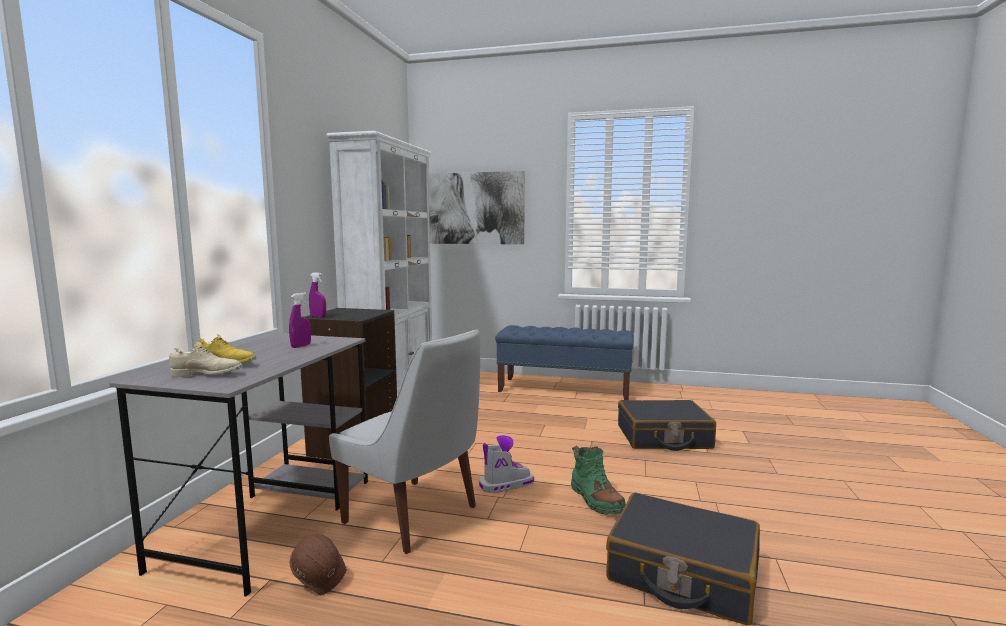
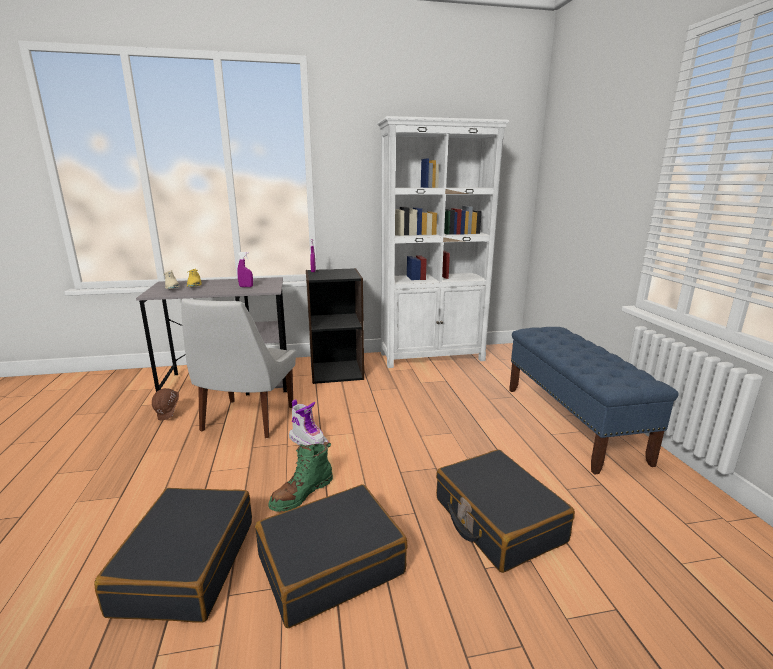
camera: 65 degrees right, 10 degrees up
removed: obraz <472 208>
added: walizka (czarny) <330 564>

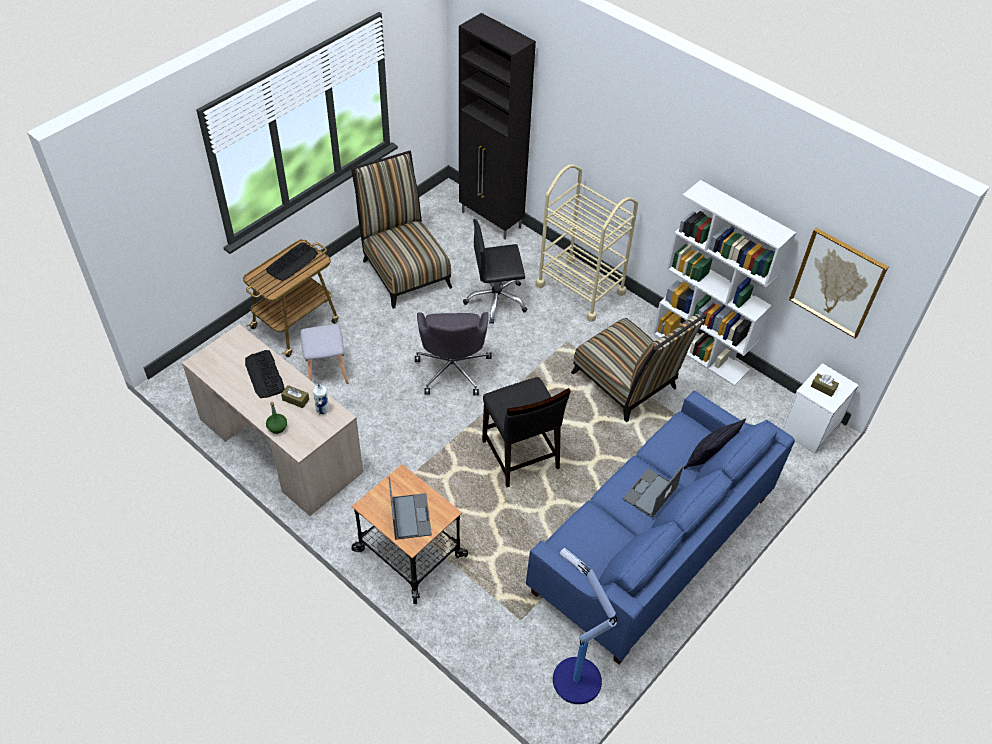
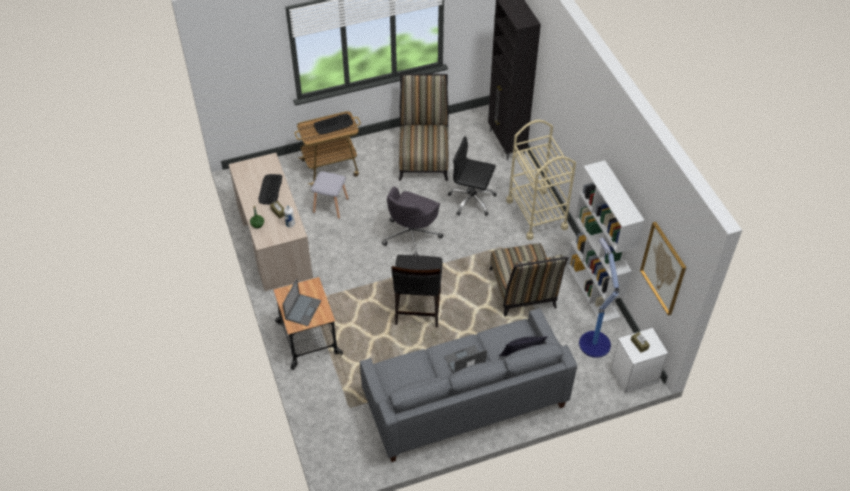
camera: 30 degrees right, 0 degrees up
moved: lampa stojąca <575 679> to <594 343>
recoloured: kanapa (niebieski) <651 545> to kanapa (szary) <464 401>

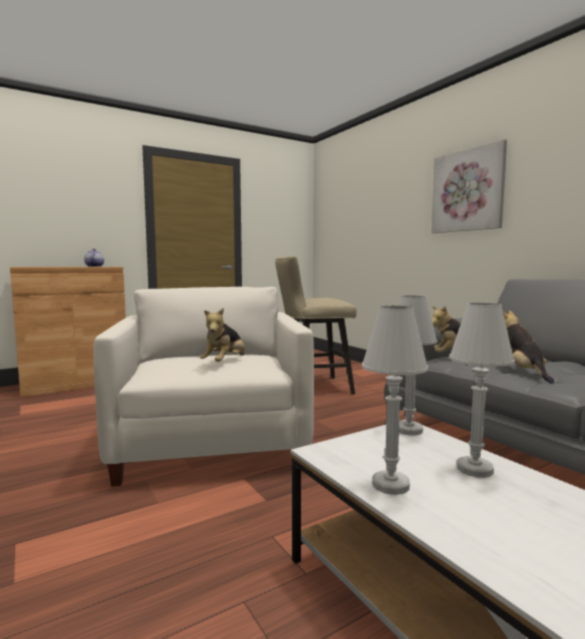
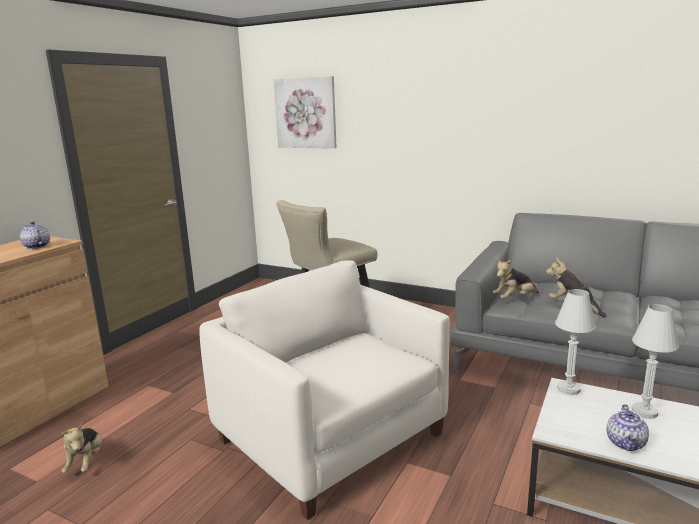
camera: 30 degrees left, 10 degrees up
moved: pluszak <225 363> to <86 462>; obraz <467 190> to <306 113>
replaced: lampa stołowa (biały) <391 485> to imbryk <626 443>

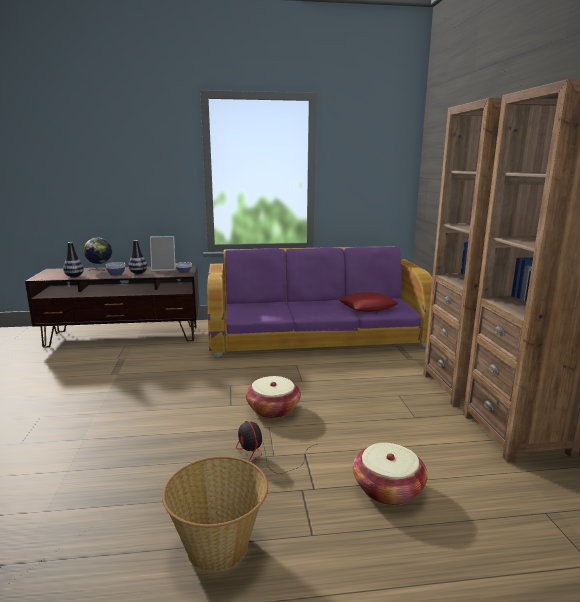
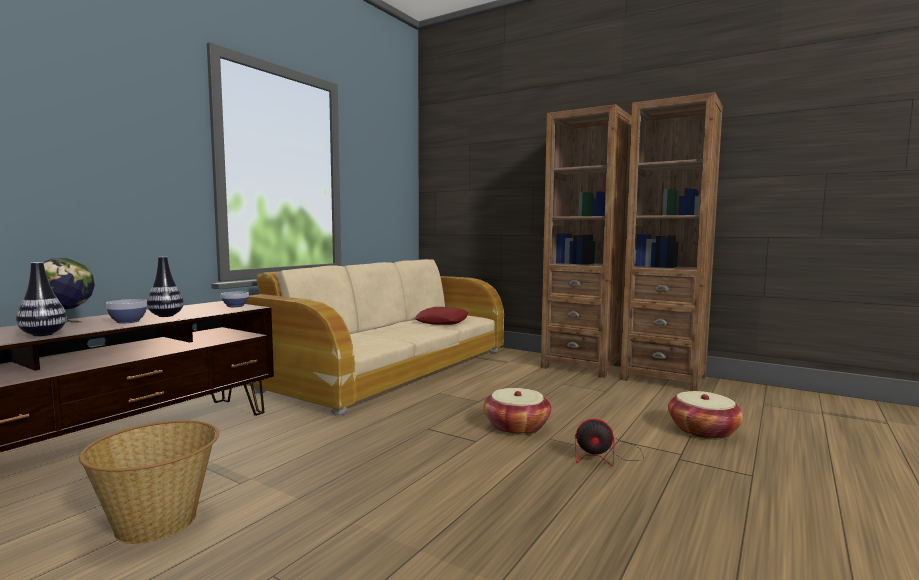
camera: 50 degrees left, 10 degrees down
removed: ramka na zdjęcie <164 269>
moved: koszyk <218 547> to <158 522>
recoloured: kanapa (fioletowy) <317 335> to kanapa (beżowy) <392 368>

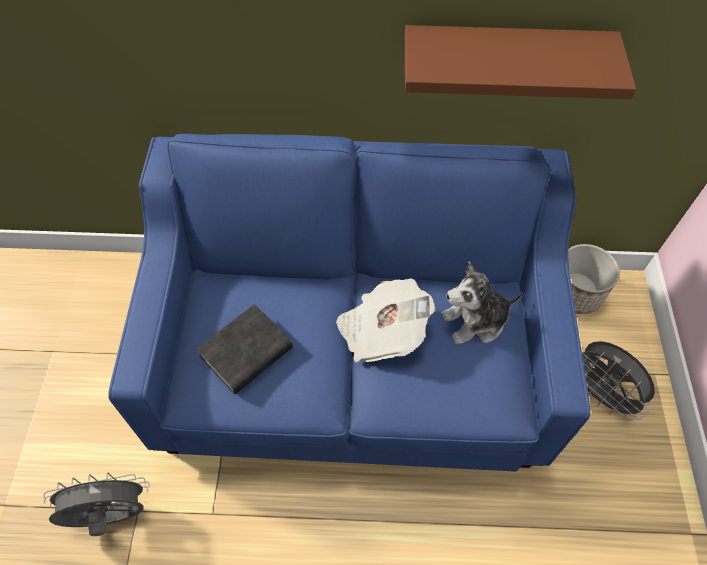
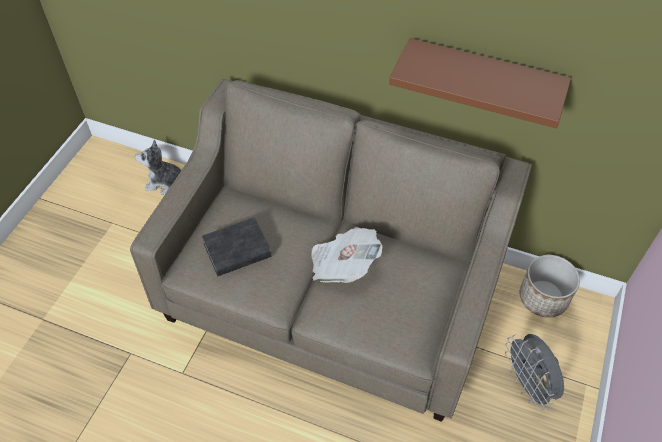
camera: 20 degrees right, 5 degrees down
removed: wentylator (szary) <112 516>
moved: pluszak <475 321> to <165 182>
recoloured: kanapa (niebieski) <353 360> to kanapa (beżowy) <332 295>

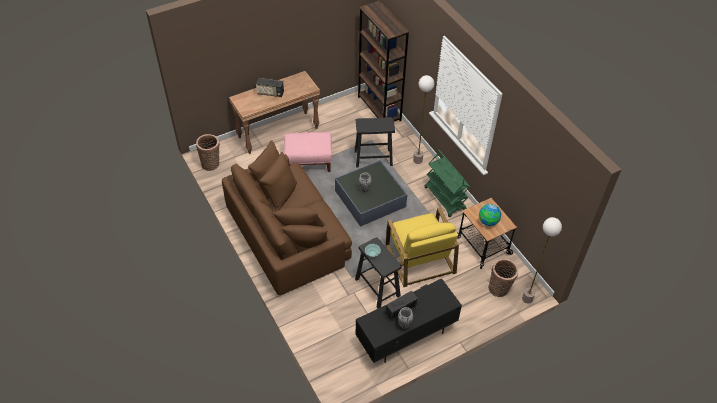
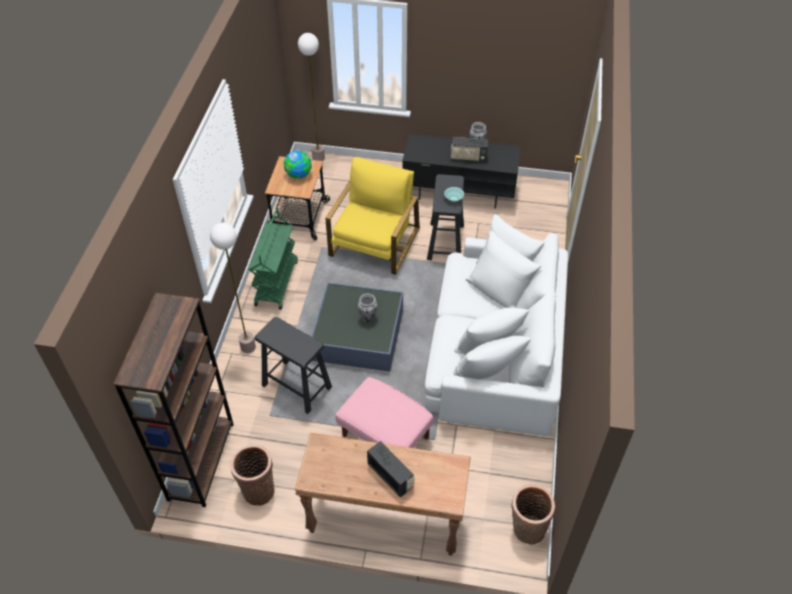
camera: 140 degrees left, 0 degrees up
moved: koszyk <499 289> to <258 489>
recoloured: kanapa (brązowy) <287 234> to kanapa (biały) <495 352>

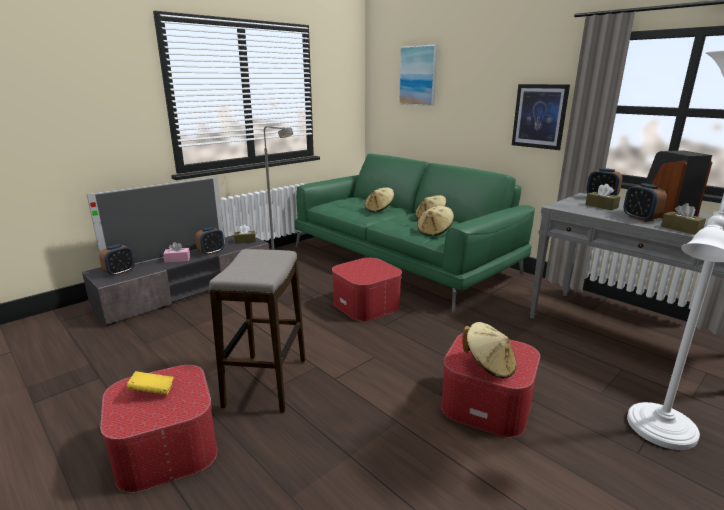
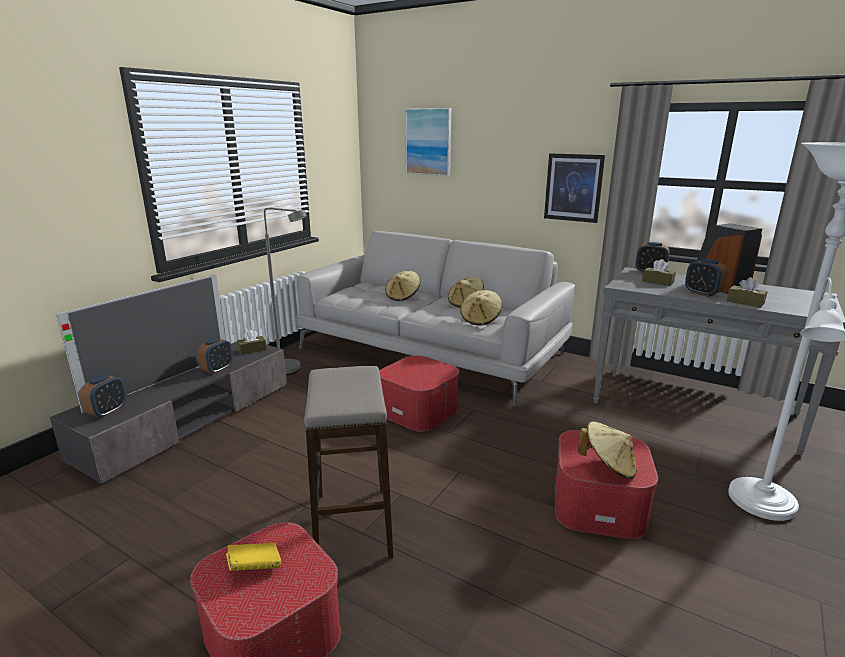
camera: 15 degrees left, 0 degrees up
removed: pudełko chusteczek (różowy) <177 259>
recoloured: kanapa (zielony) <402 260> to kanapa (szary) <432 351>

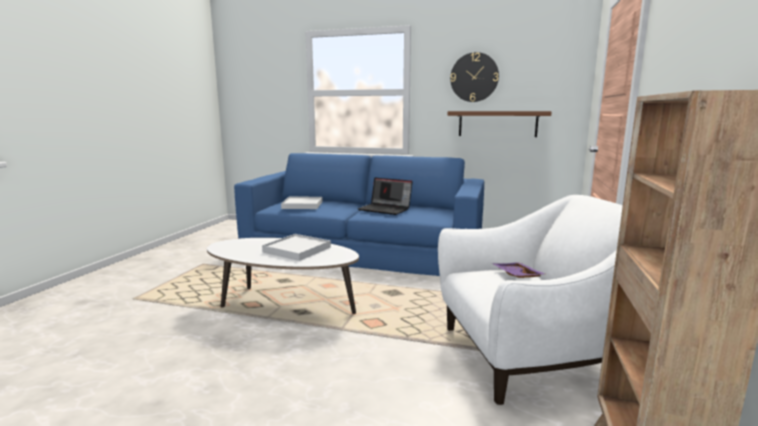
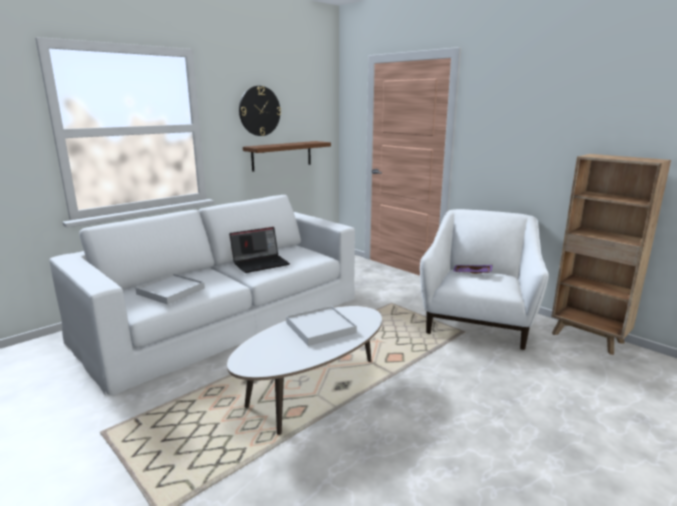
camera: 60 degrees left, 5 degrees up
recoloured: kanapa (niebieski) <364 249> to kanapa (biały) <224 317>

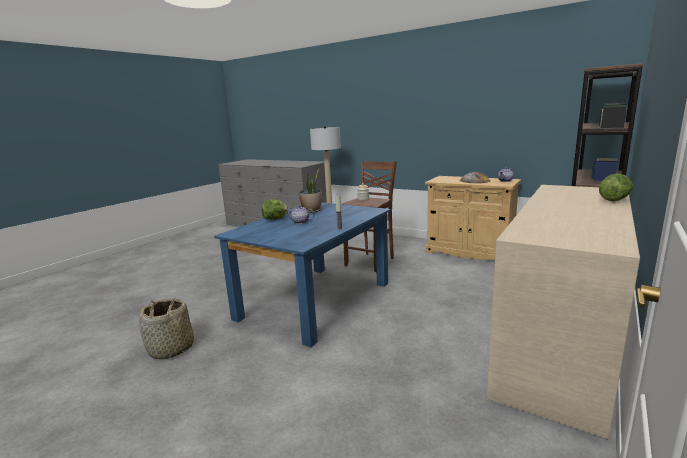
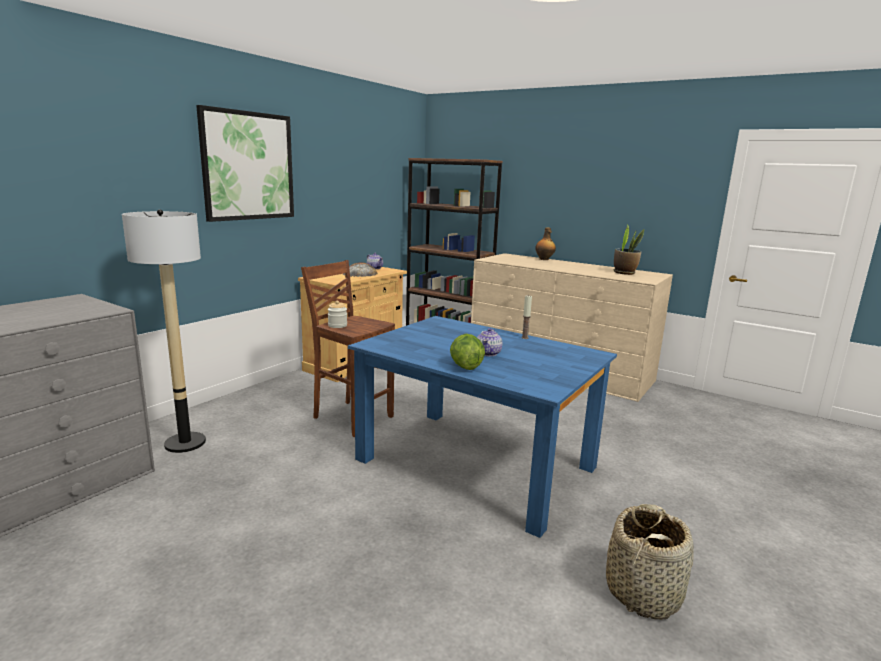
camera: 90 degrees left, 0 degrees up
added: obraz <248 166>
moved: roślina doniczkowa <311 211> to <624 273>
replaced: sałata <613 200> to butelka <544 259>

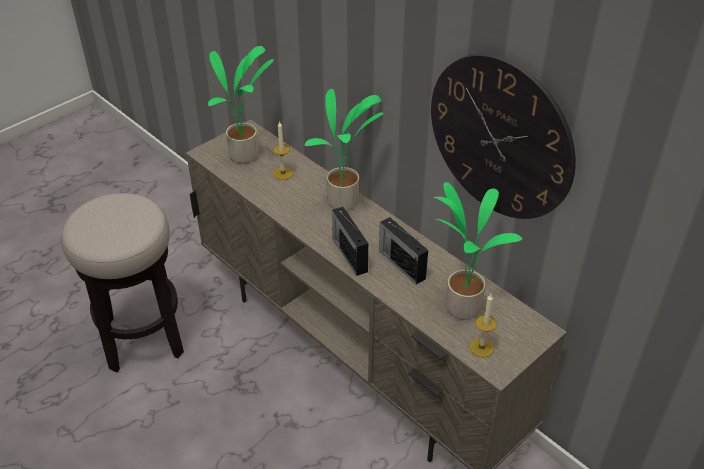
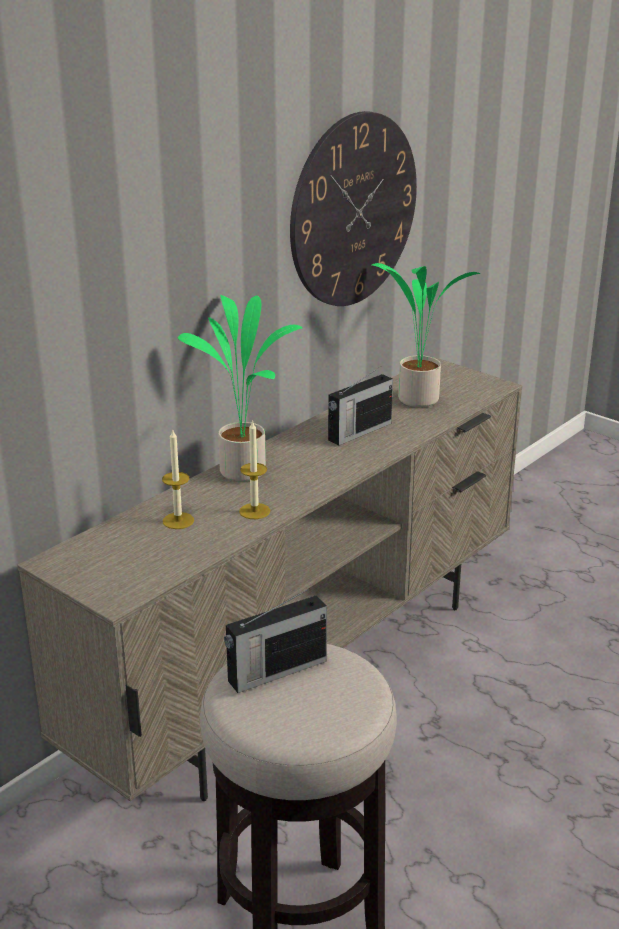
camera: 95 degrees left, 15 degrees down
removed: roślina doniczkowa <246 155>
moved: radio <349 254> to <275 671>; świeca <481 347> to <254 511>

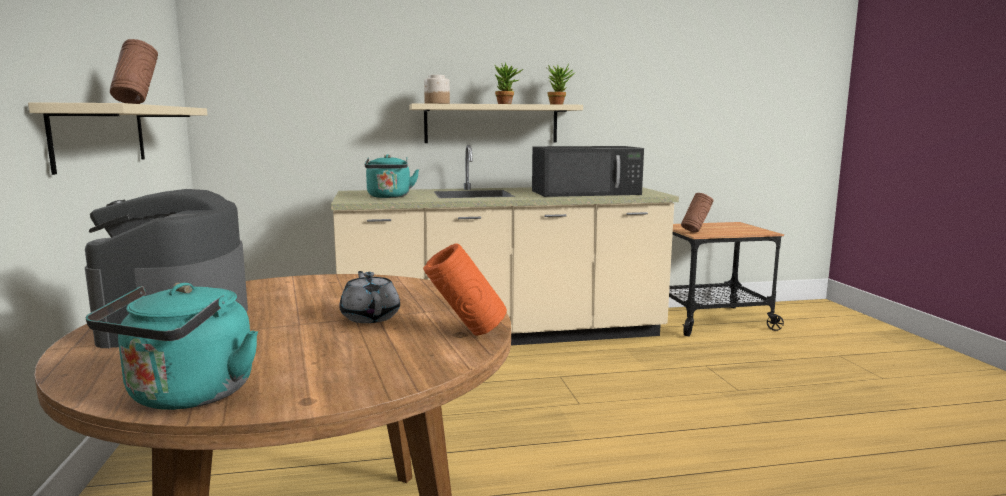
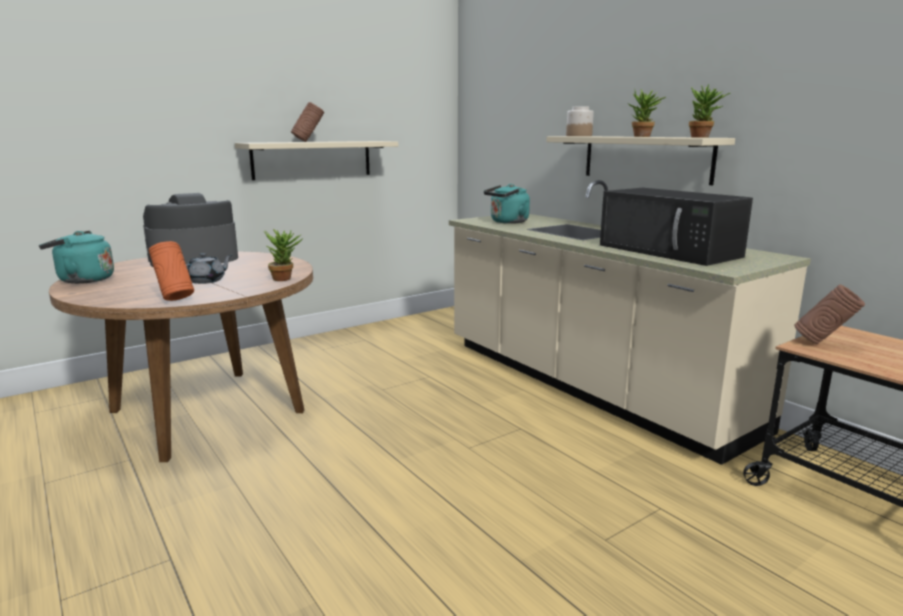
camera: 65 degrees right, 5 degrees up
added: roślina doniczkowa <285 278>

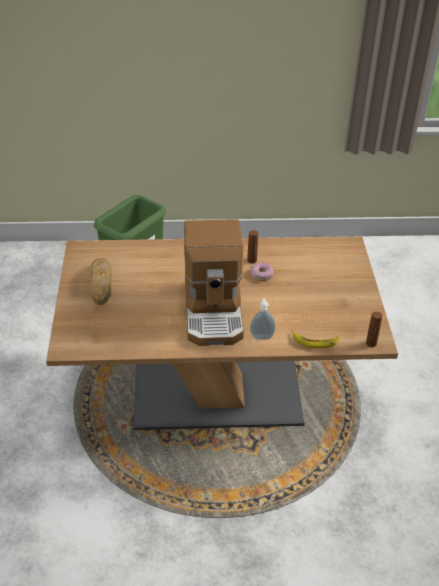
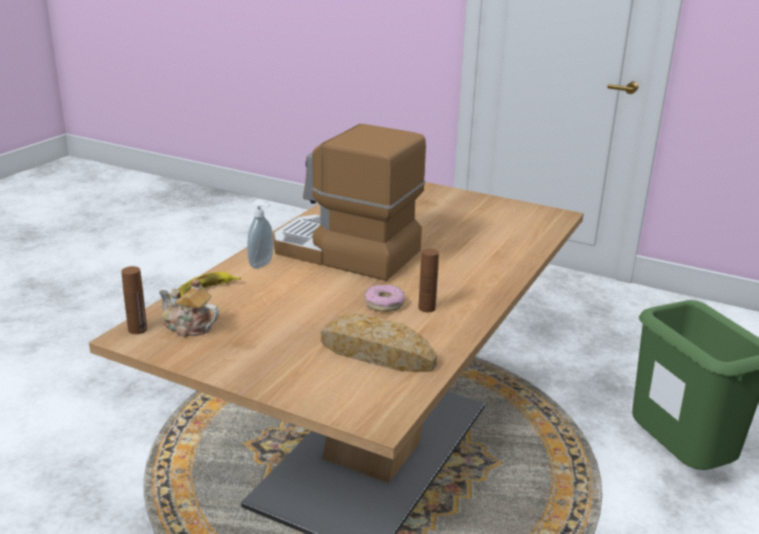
camera: 120 degrees right, 15 degrees down
added: imbryk <188 327>
moved: chleb <101 283> to <376 353>

